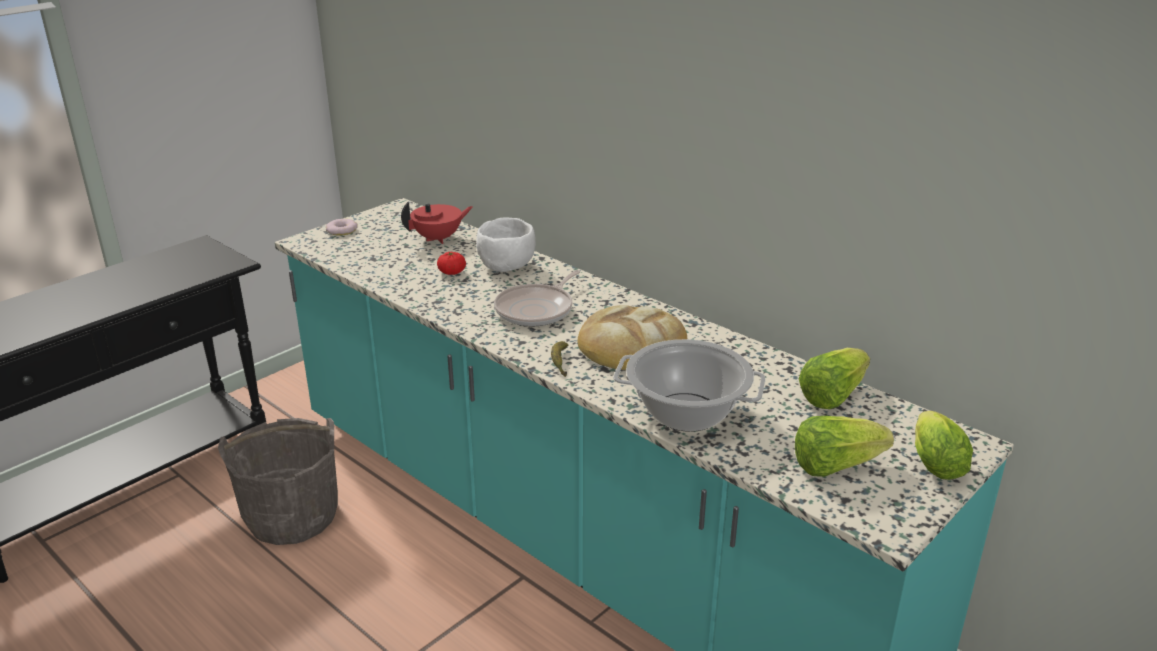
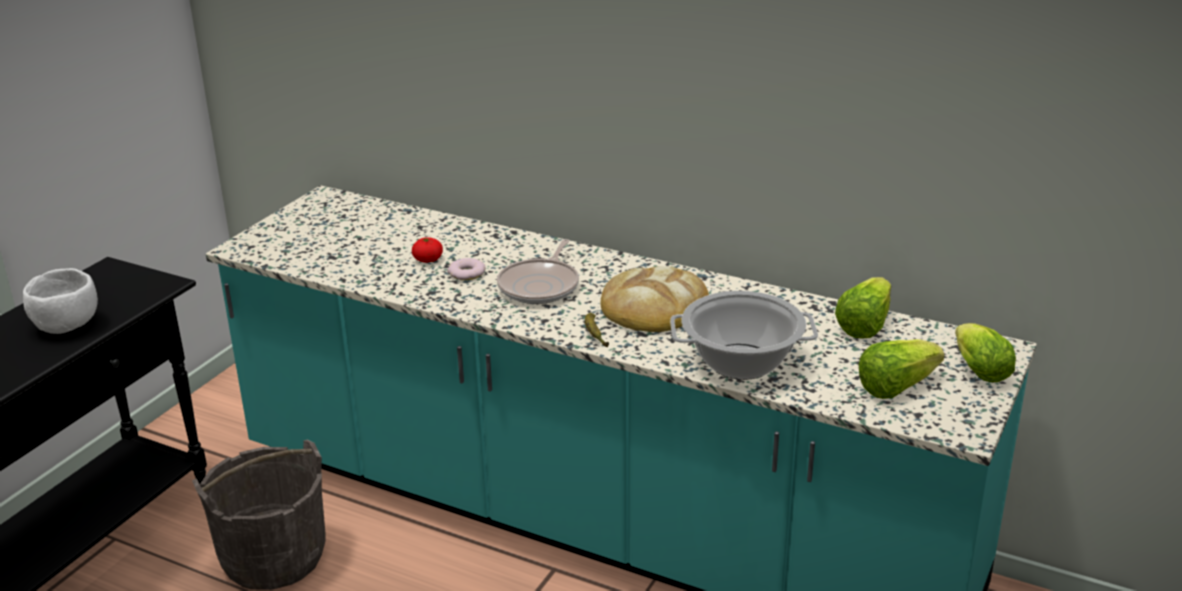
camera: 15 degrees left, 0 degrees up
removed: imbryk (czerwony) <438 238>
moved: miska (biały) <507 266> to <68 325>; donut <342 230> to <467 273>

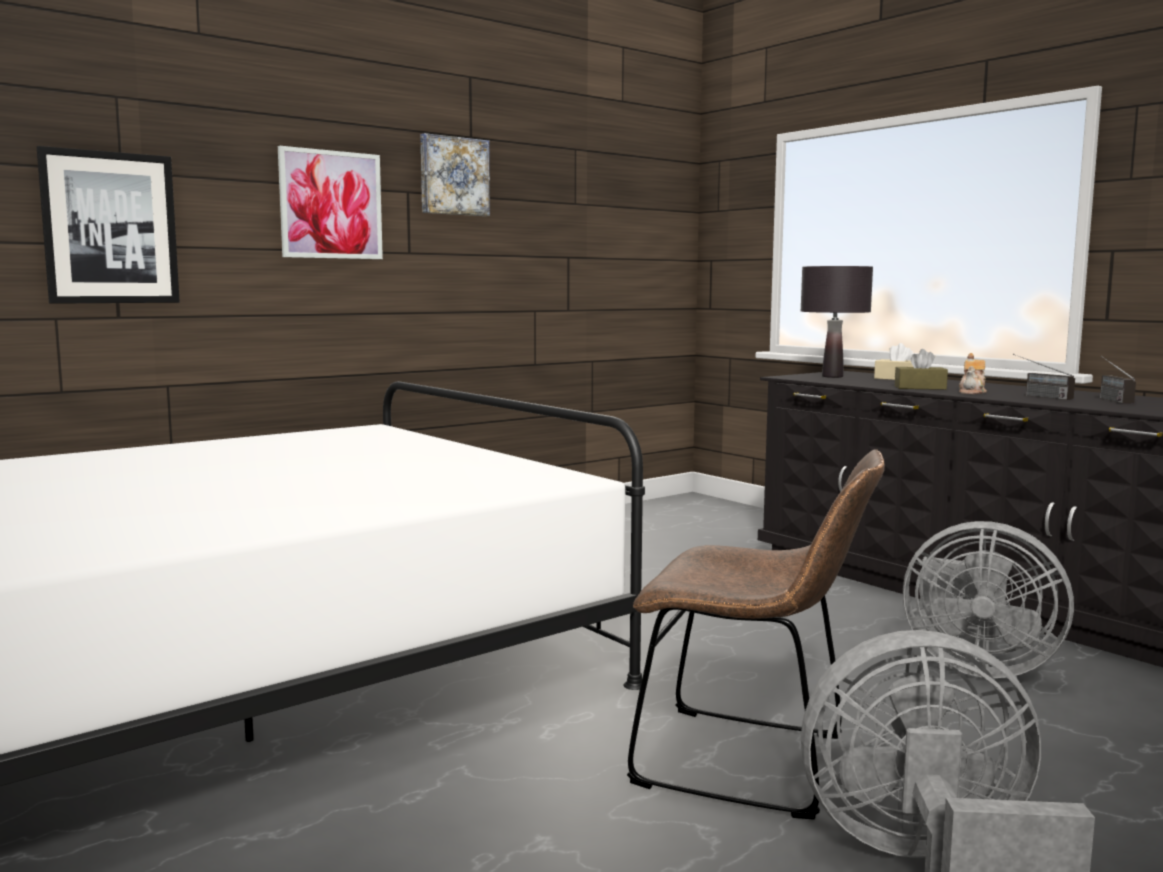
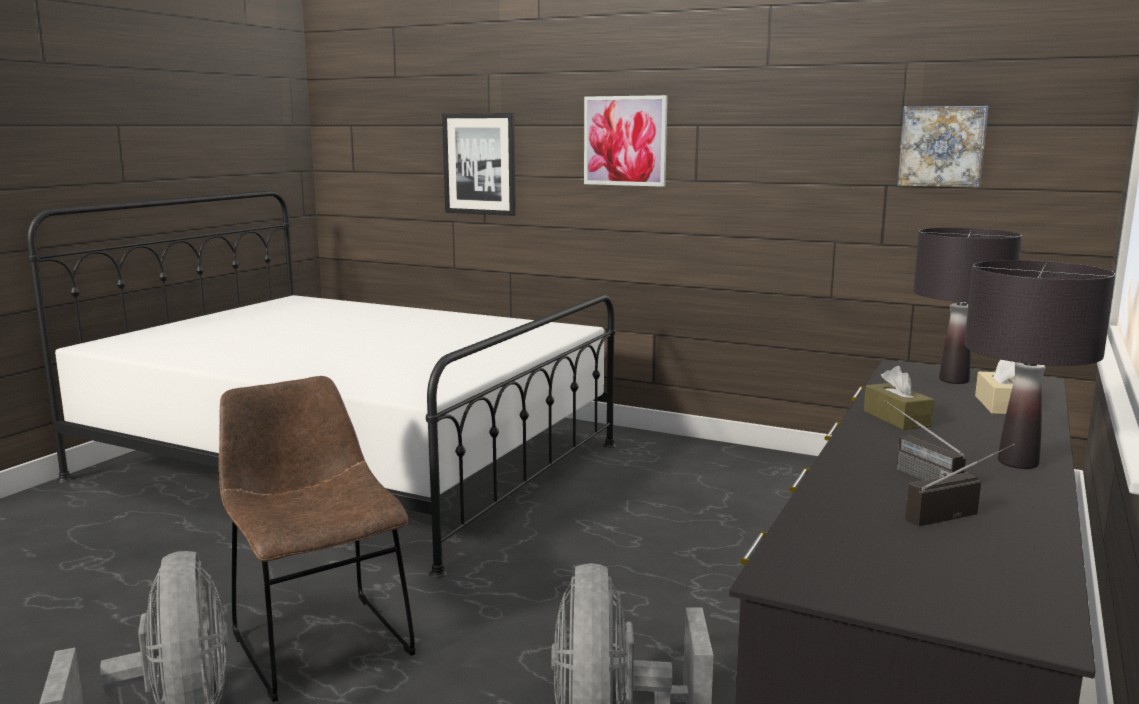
camera: 65 degrees right, 5 degrees up
removed: imbryk <972 392>
added: lampa stołowa (czarny) <1017 463>
moved: obraz <453 176> to <942 146>
turned: krzesło (brązowy) <753 763> = <318 640> 150 degrees clockwise; radio <1037 396> = <912 473> 60 degrees counterclockwise

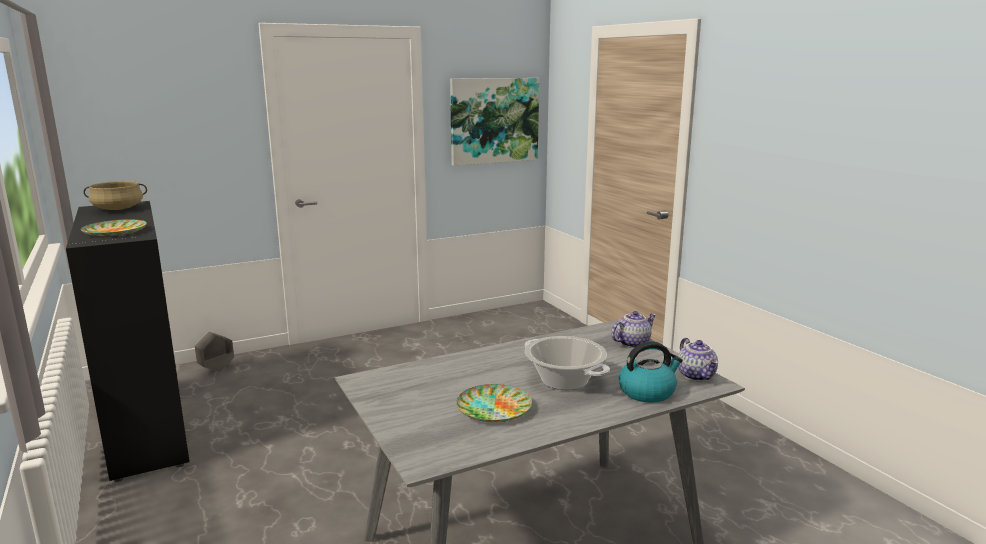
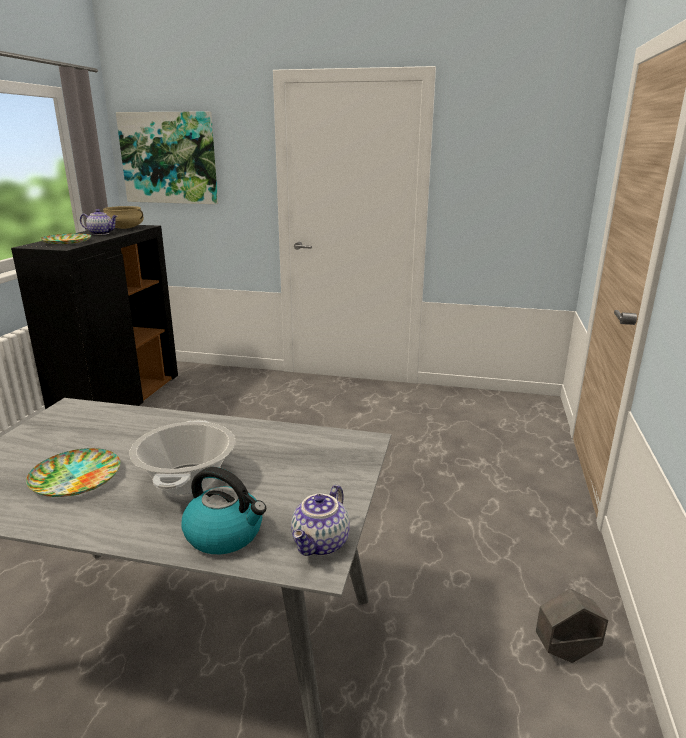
camera: 40 degrees right, 5 degrees up
moved: imbryk <632 343> to <101 233>; obraz <494 120> to <169 158>; donica (szary) <217 369> to <565 652>

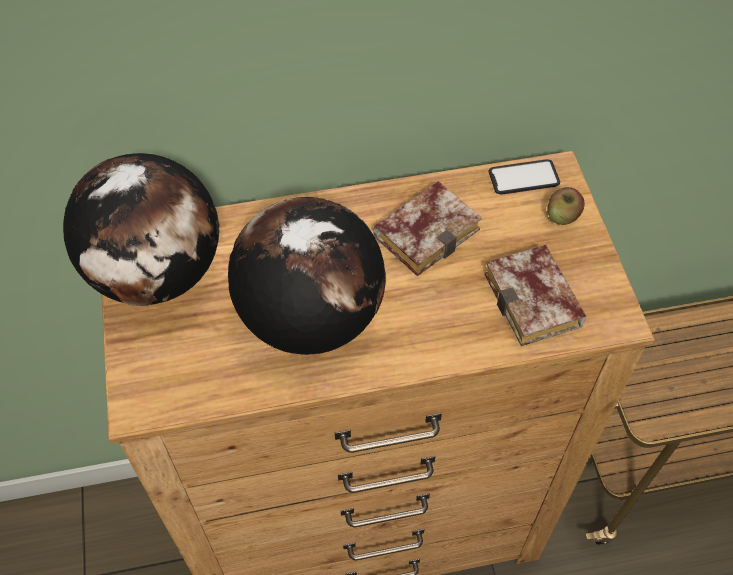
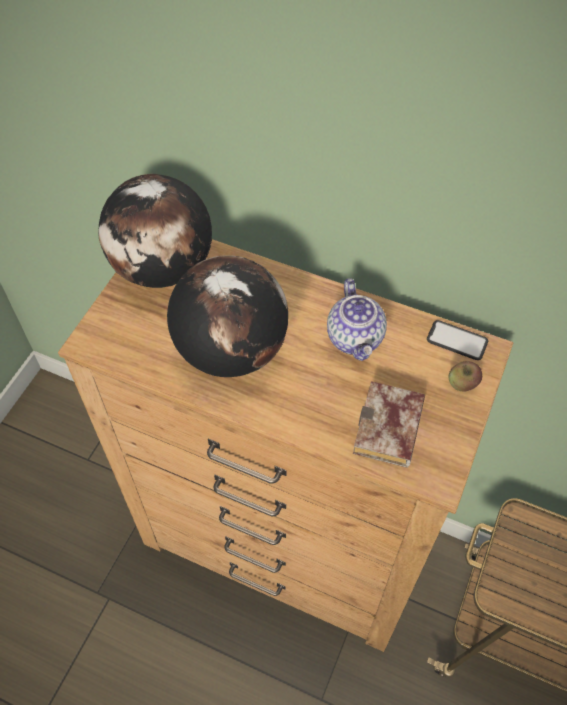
camera: 35 degrees right, 0 degrees up
replaced: książka <427 230> to imbryk <356 338>

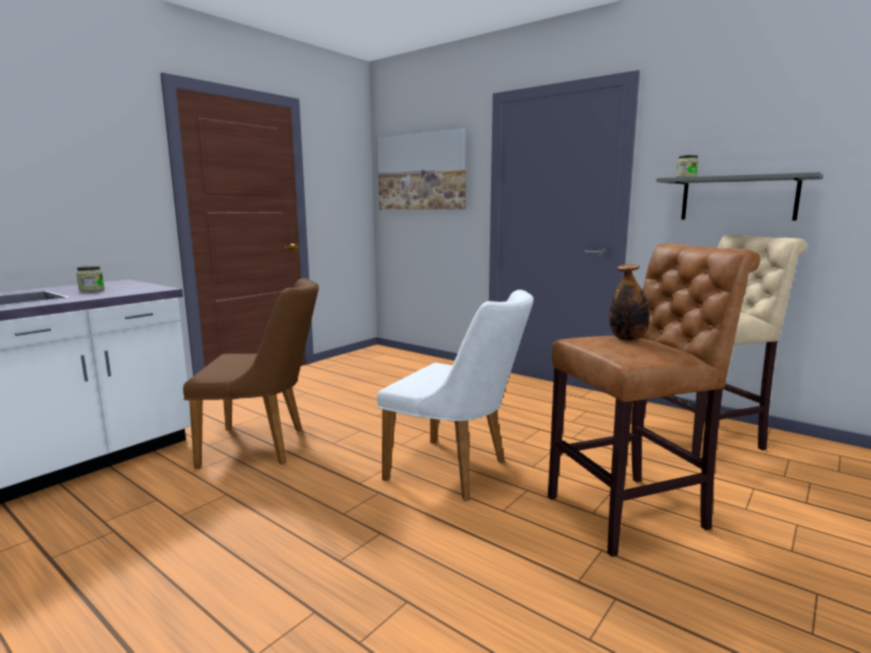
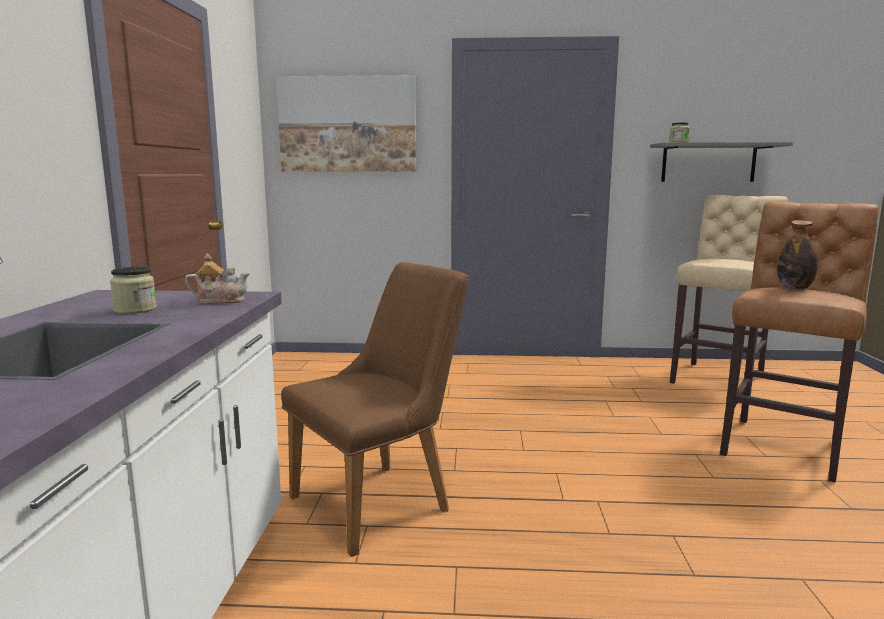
camera: 35 degrees left, 0 degrees up
removed: krzesło (biały) <457 472>
added: imbryk <220 301>

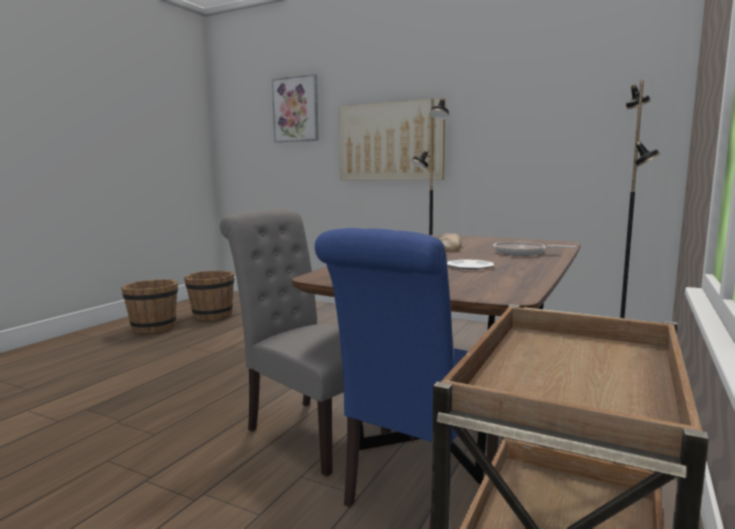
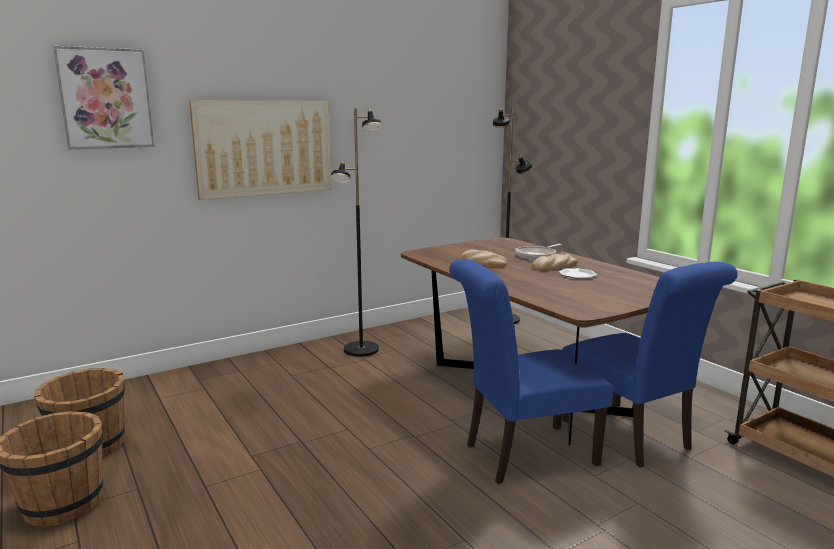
camera: 60 degrees left, 5 degrees up
added: chleb <554 266>
recoloured: krzesło (szary) <310 430> to krzesło (niebieski) <522 455>

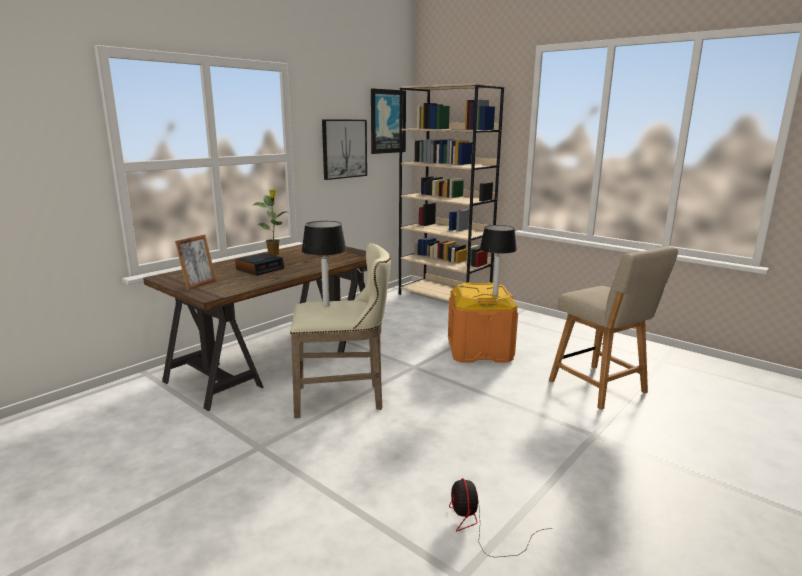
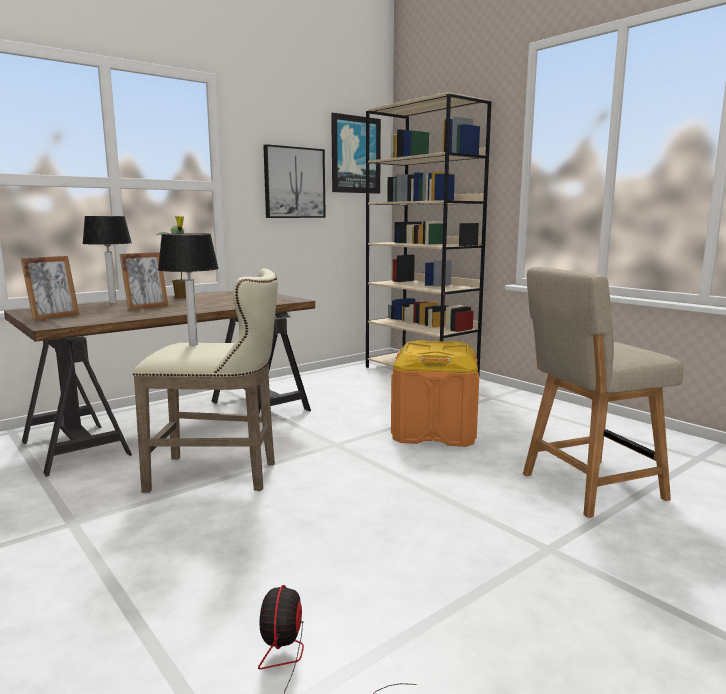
camera: 10 degrees right, 5 degrees down
moved: lampa stołowa <495 294> to <113 303>
replaced: budzik <260 269> to ramka na zdjęcie <146 307>
turned: krzesło (beżowy) <601 388> = <587 487> 90 degrees clockwise

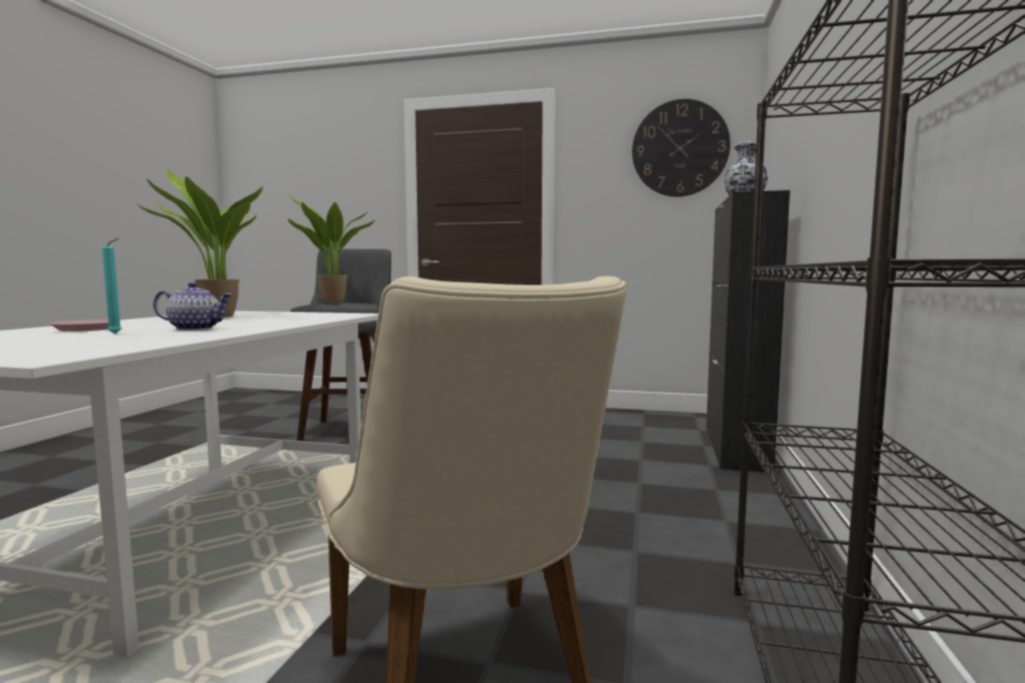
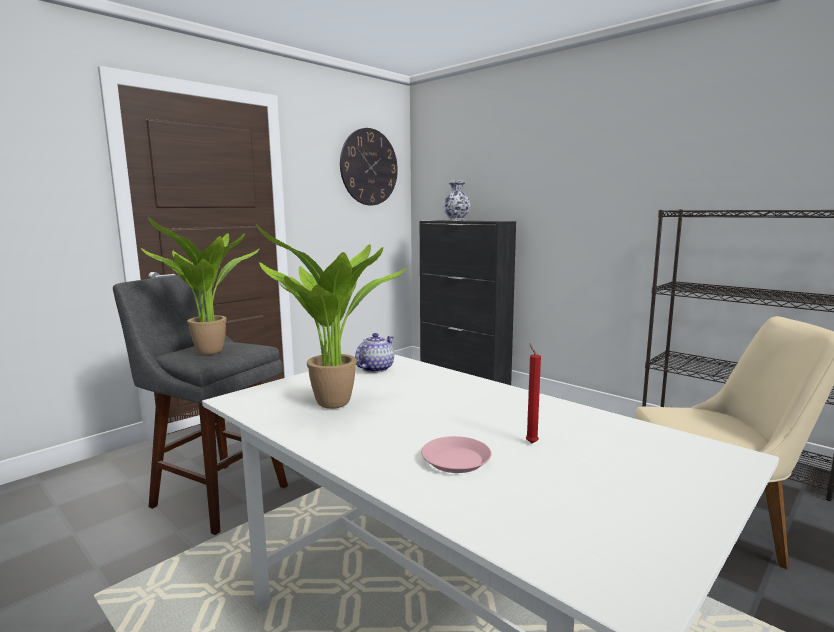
camera: 60 degrees left, 5 degrees up
moved: imbryk <196 328> to <375 368>
recoloured: świeca (turkusowy) <117 334> to świeca (czerwony) <530 442>

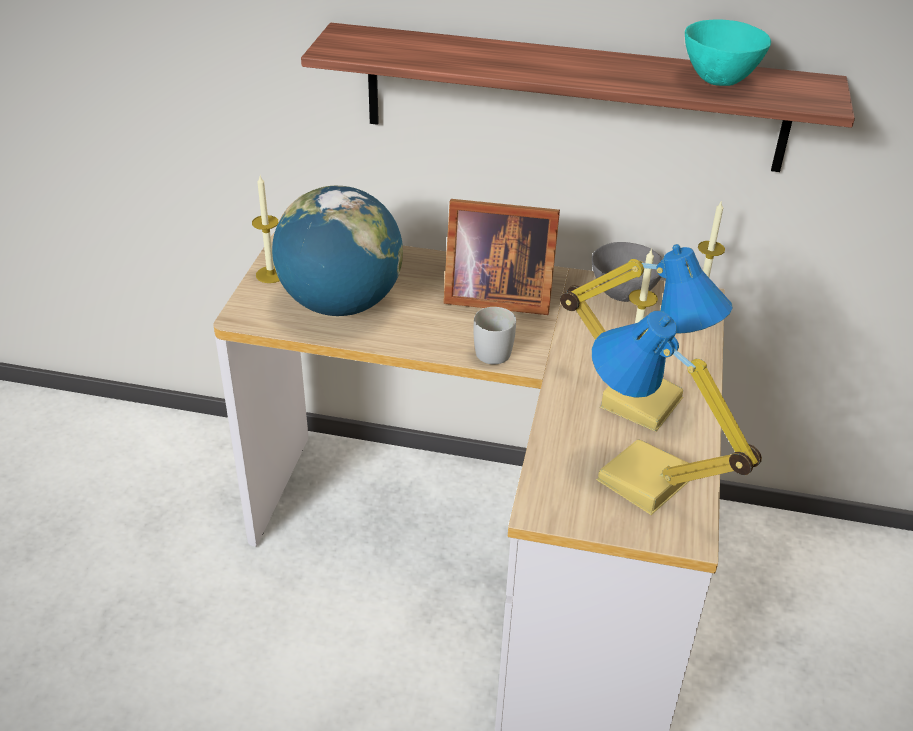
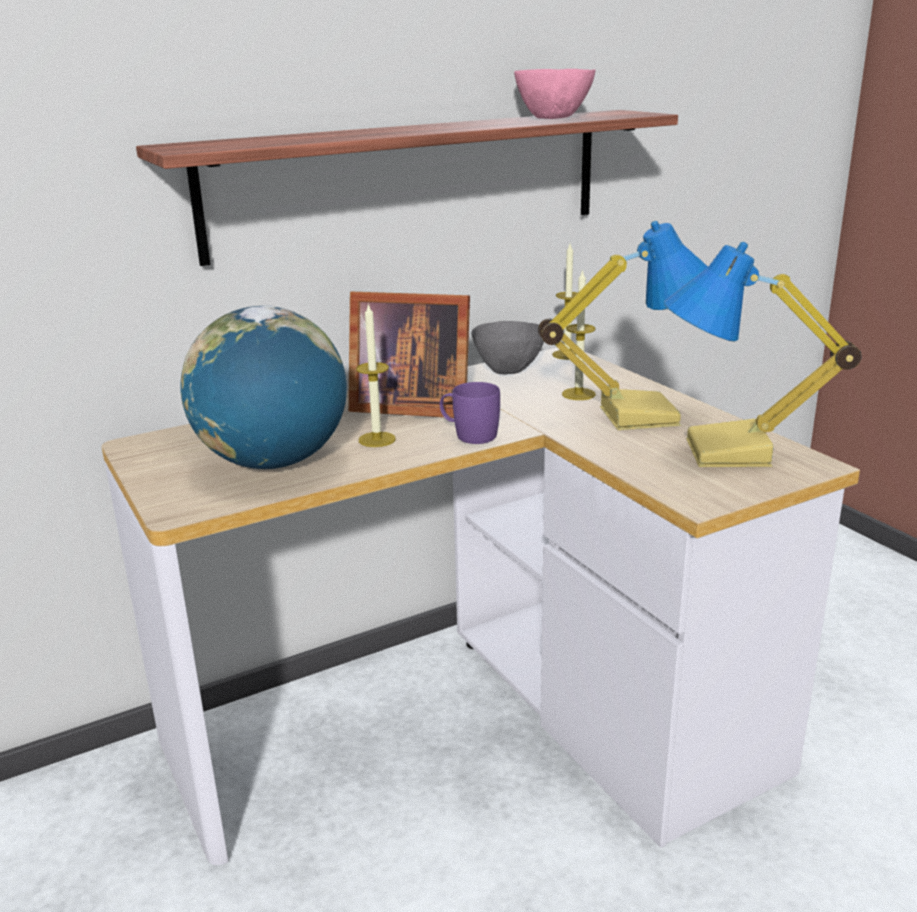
camera: 40 degrees left, 15 degrees down
moved: świeca <271 274> to <377 439>
recoloured: kubek (biały) <490 349> to kubek (fioletowy) <468 435>; miska (turkusowy) <720 81> to miska (różowy) <554 118>
turned: ramka na zdjęcie <494 295> = <408 406> 45 degrees clockwise

